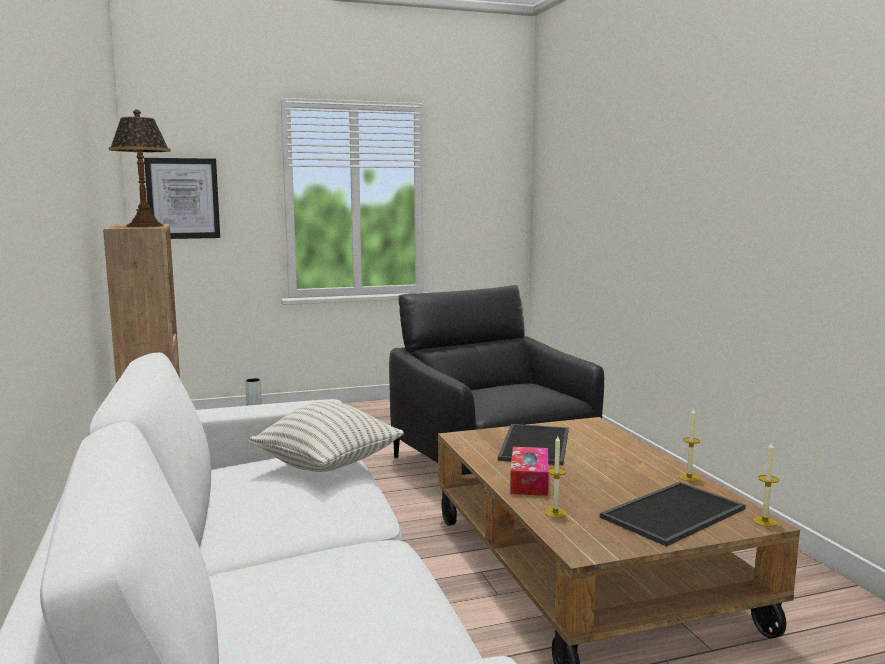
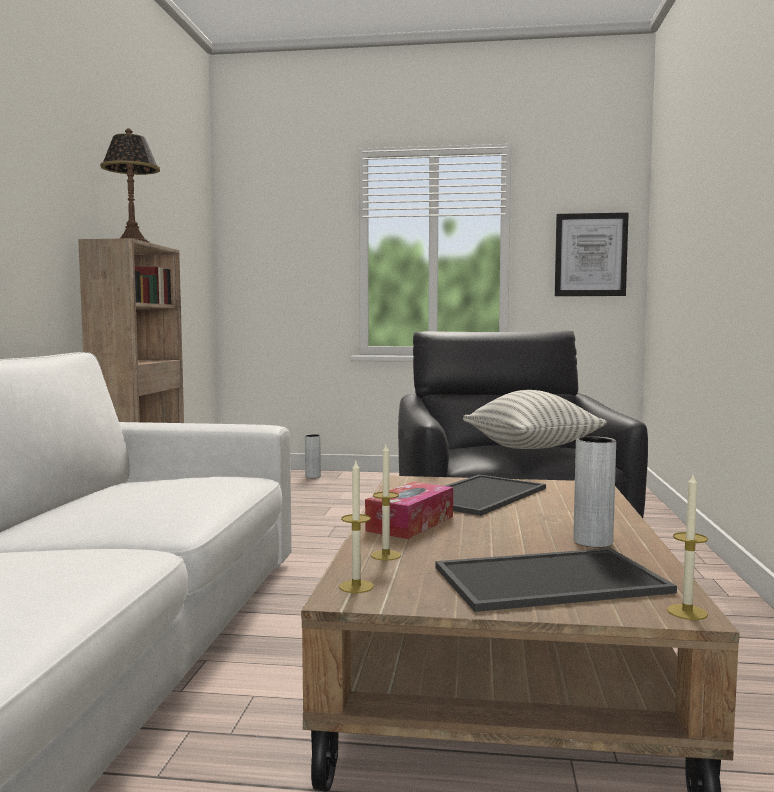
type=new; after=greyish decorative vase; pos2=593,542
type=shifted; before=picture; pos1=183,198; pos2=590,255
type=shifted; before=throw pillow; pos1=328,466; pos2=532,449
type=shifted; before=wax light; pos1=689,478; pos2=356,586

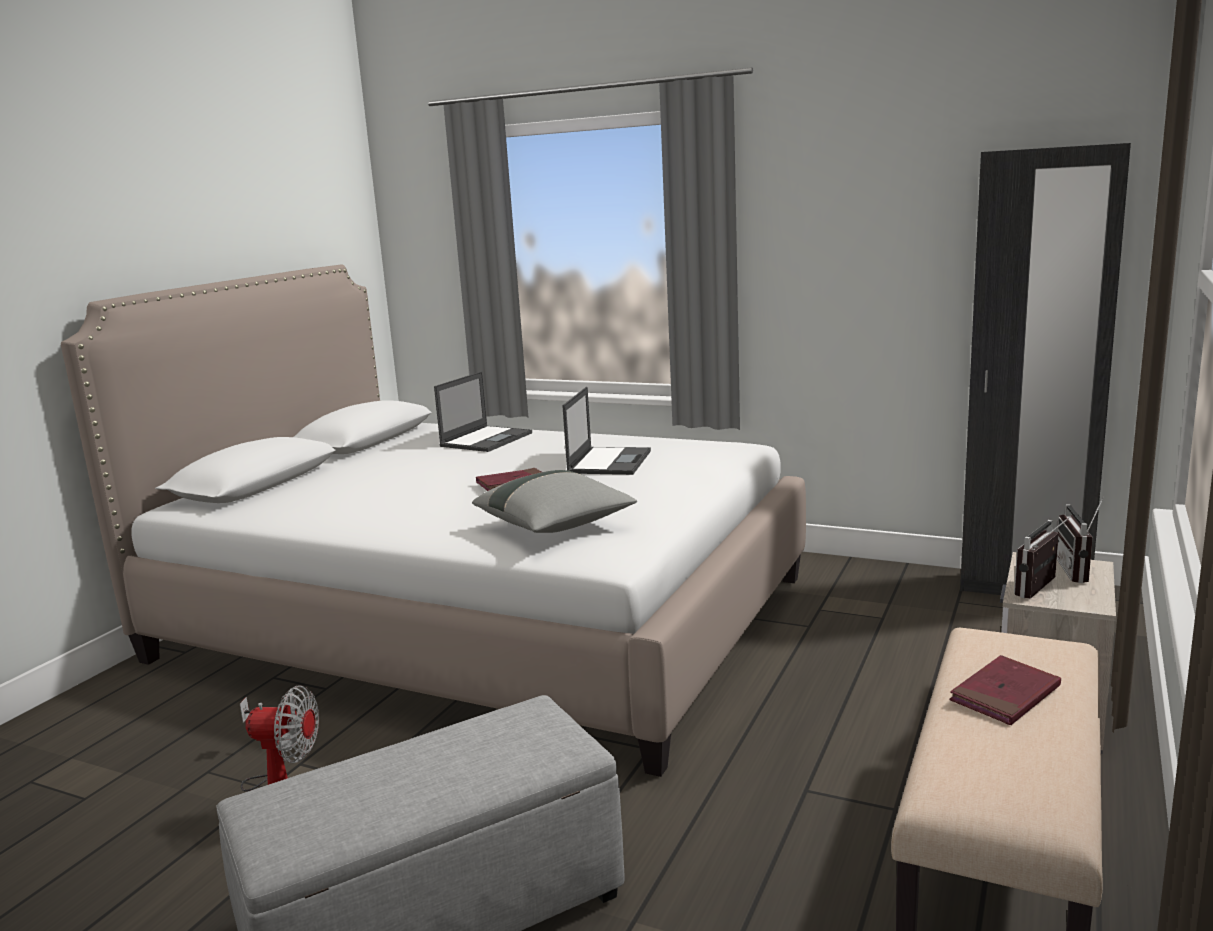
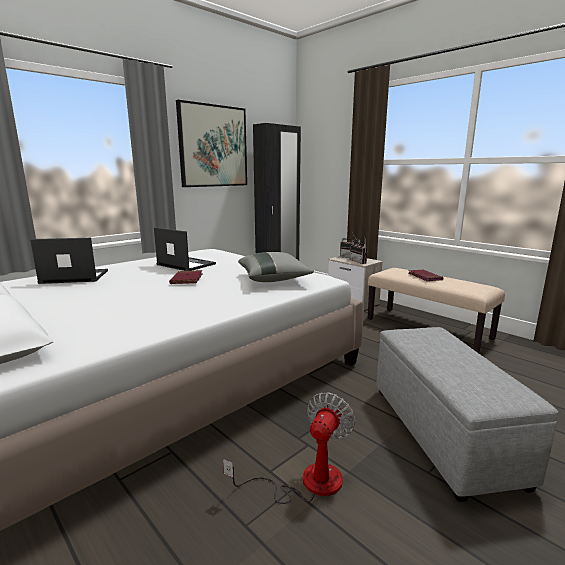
type=new; after=picture; pos2=213,146
type=rotated; before=notebook computer; pos1=487,439; pos2=74,277; turn=-60

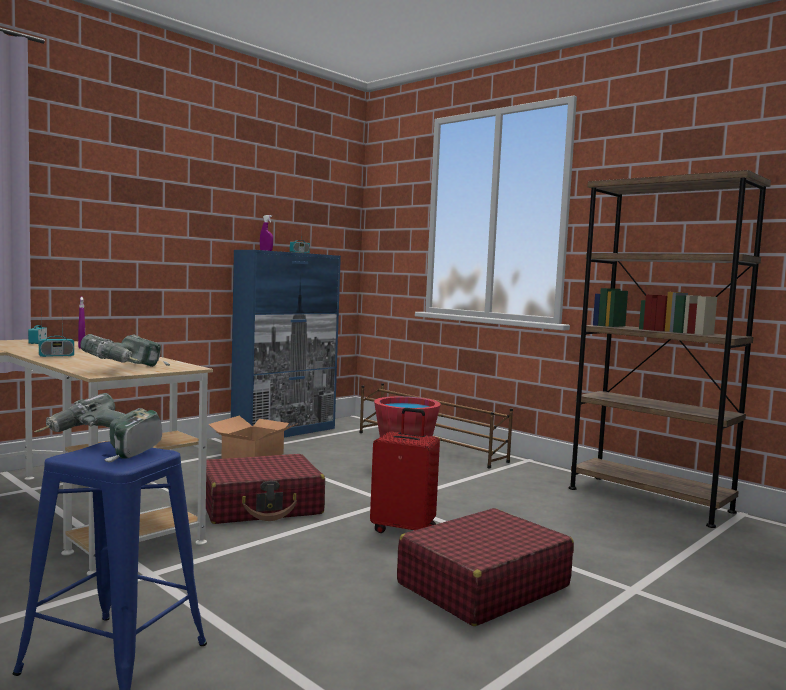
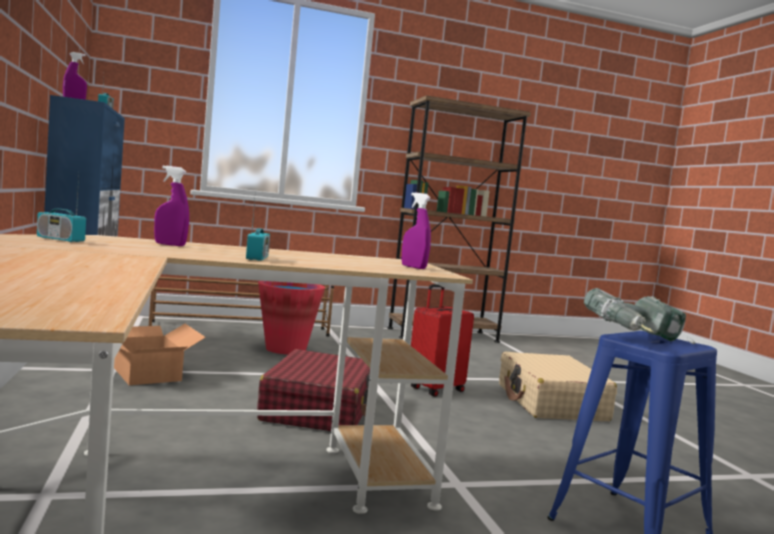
type=swapped; before=power drill; after=purple hand sprayer; pos1=129,369; pos2=413,267
type=repainted; before=red suitcase; after=beige suitcase; pos1=482,585; pos2=551,402

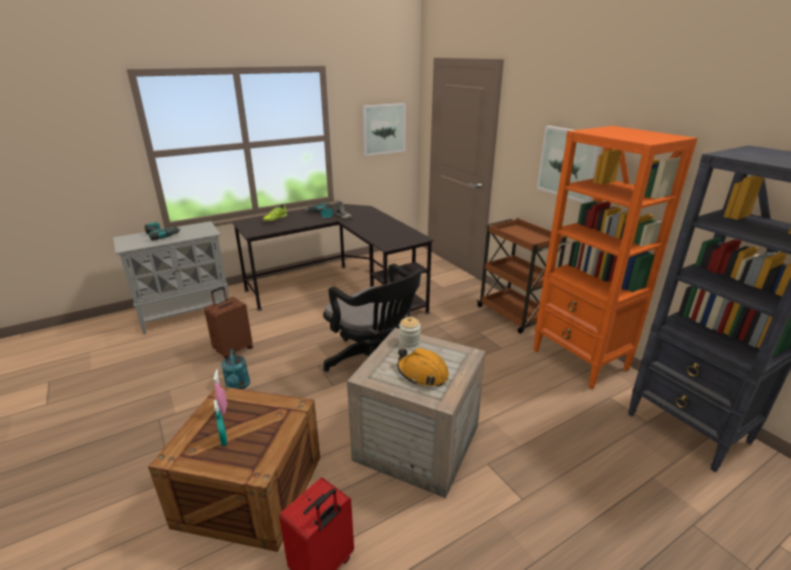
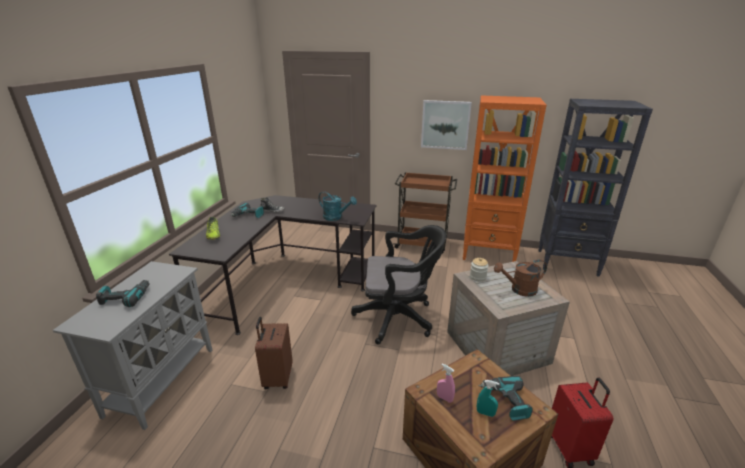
type=gone; before=picture; pos1=383,129
type=new; after=power drill; pos2=506,401
type=shifted; before=turquoise-coloured watering pot; pos1=238,386; pos2=336,217
type=swapped; before=orange-coloured work helmet; after=brown watering pot; pos1=422,373; pos2=519,290

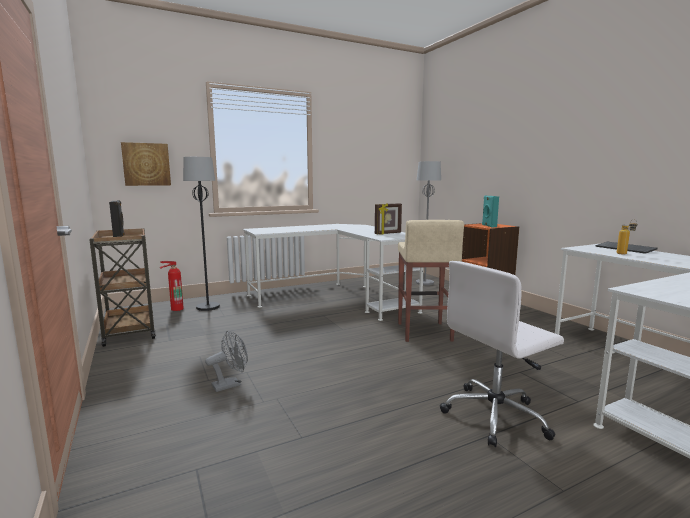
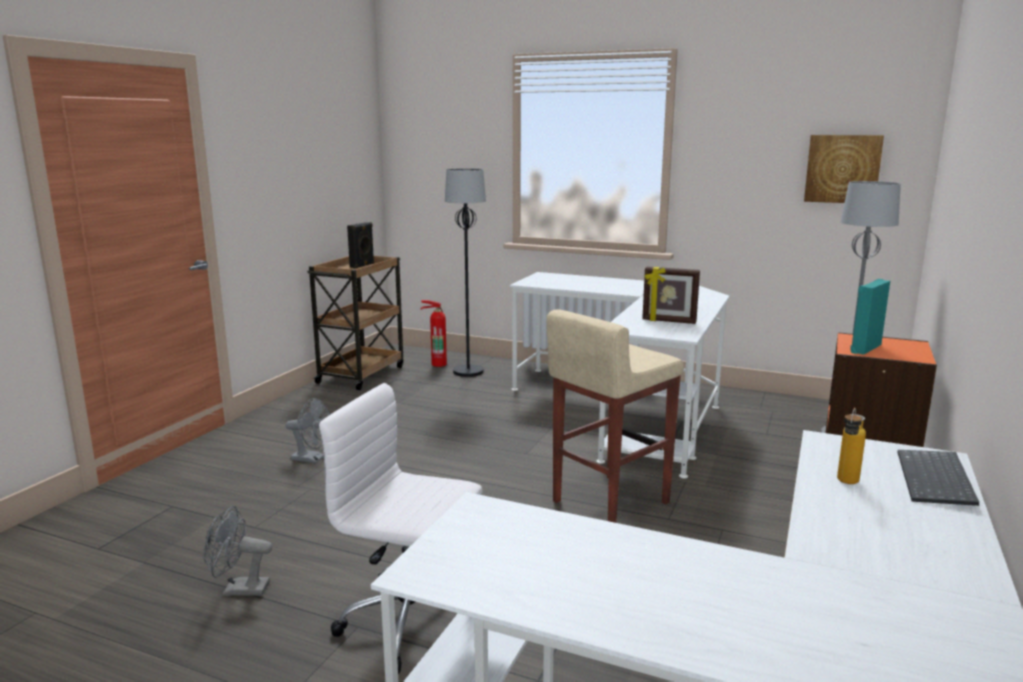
type=new; after=greyish fan; pos2=239,590
type=shifted; before=picture; pos1=146,164; pos2=842,169

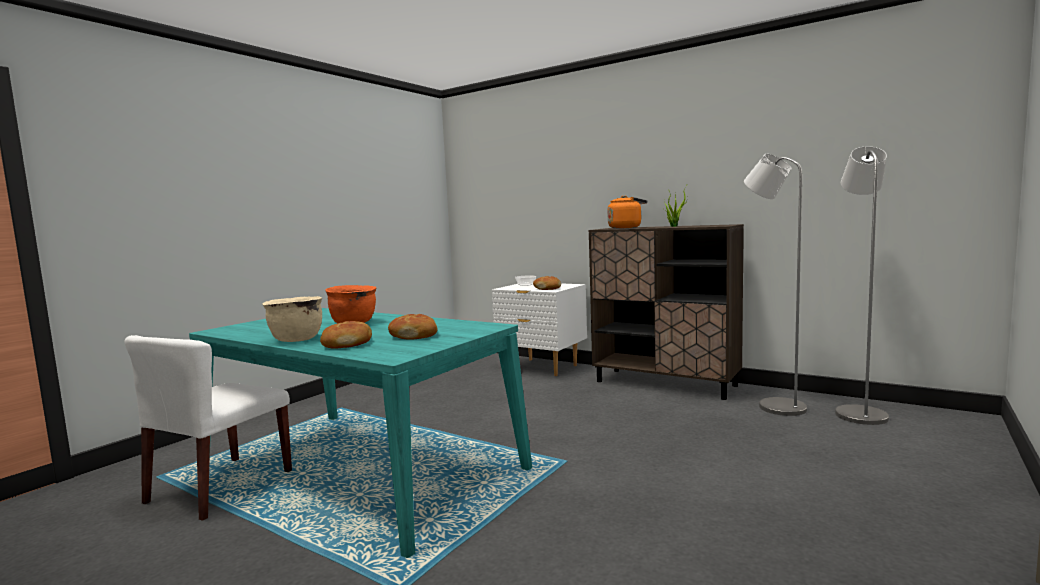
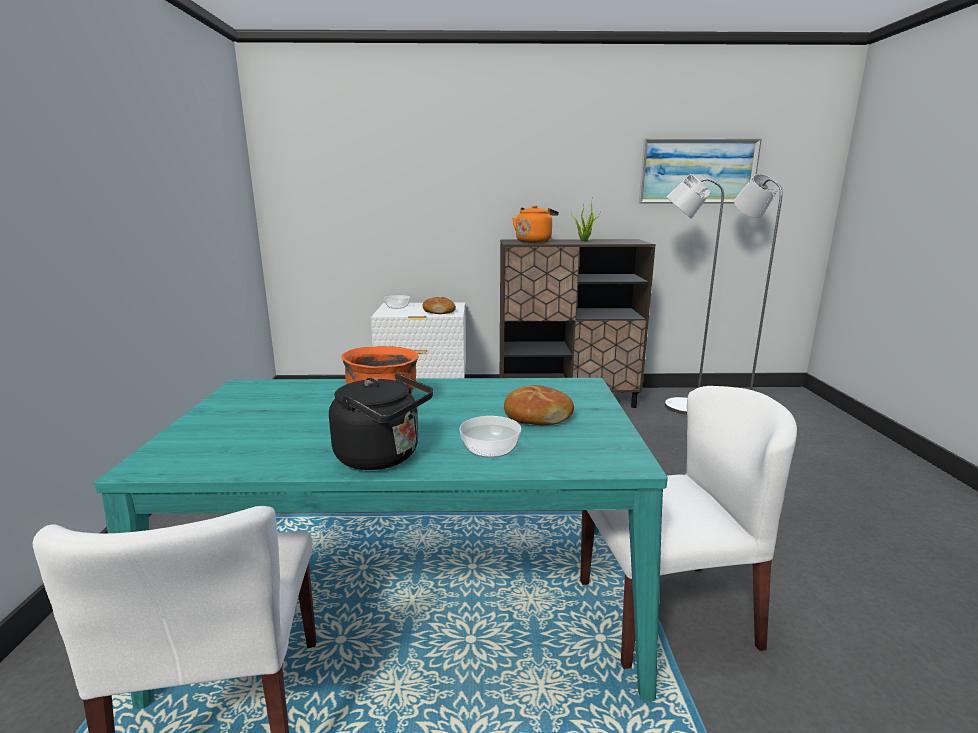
type=new; after=whitish chair; pos2=667,612
type=new; after=picture; pos2=697,171
type=swapped; before=beige saucepot; after=black-coloured tea kettle; pos1=296,340; pos2=383,457
type=swapped; before=baked bread; after=bowl; pos1=347,344; pos2=491,449

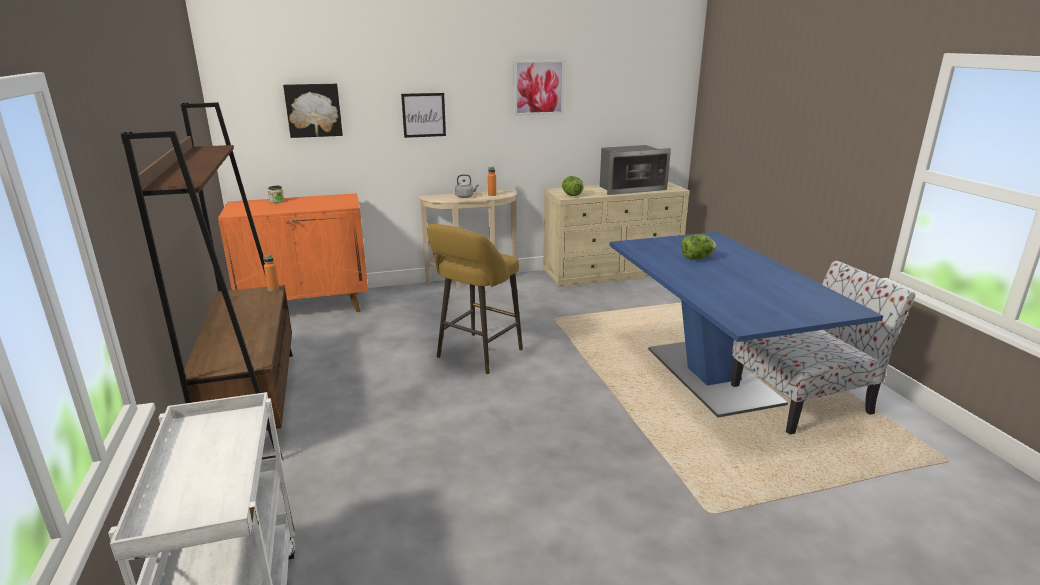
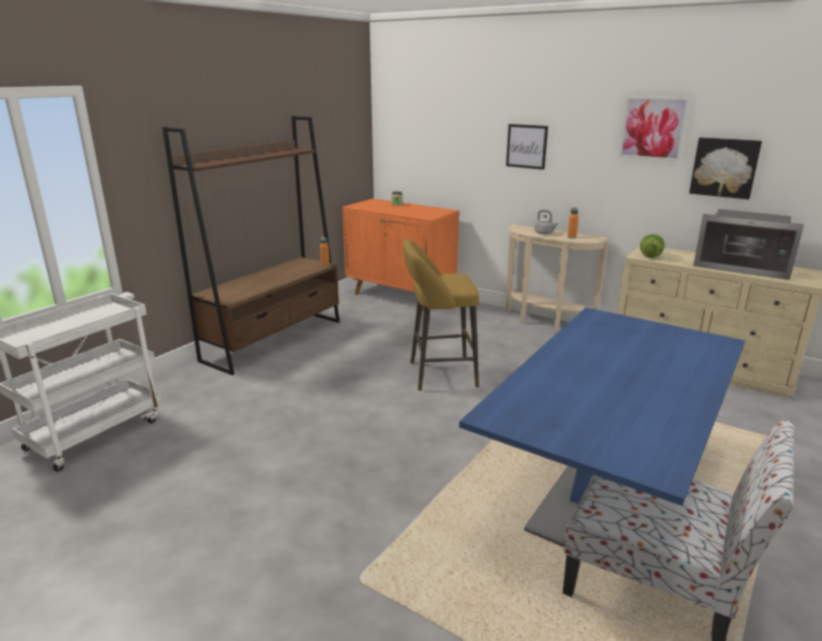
type=gone; before=lettuce head; pos1=696,258
type=shifted; before=picture; pos1=313,110; pos2=724,167

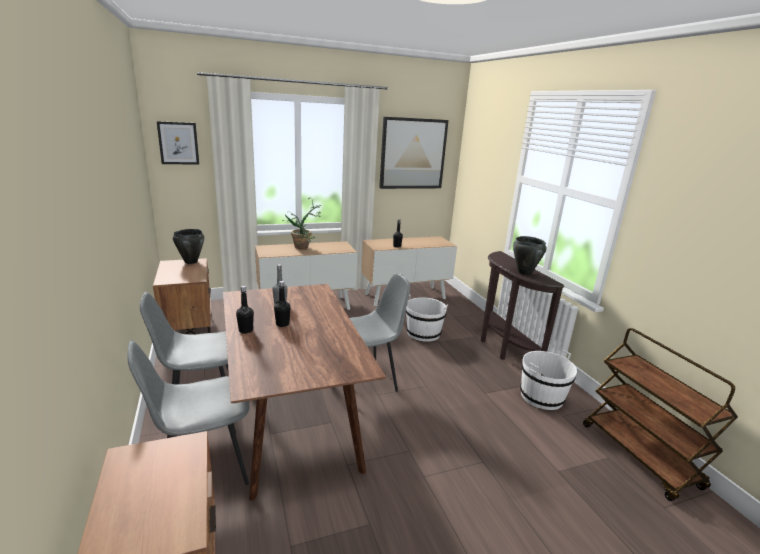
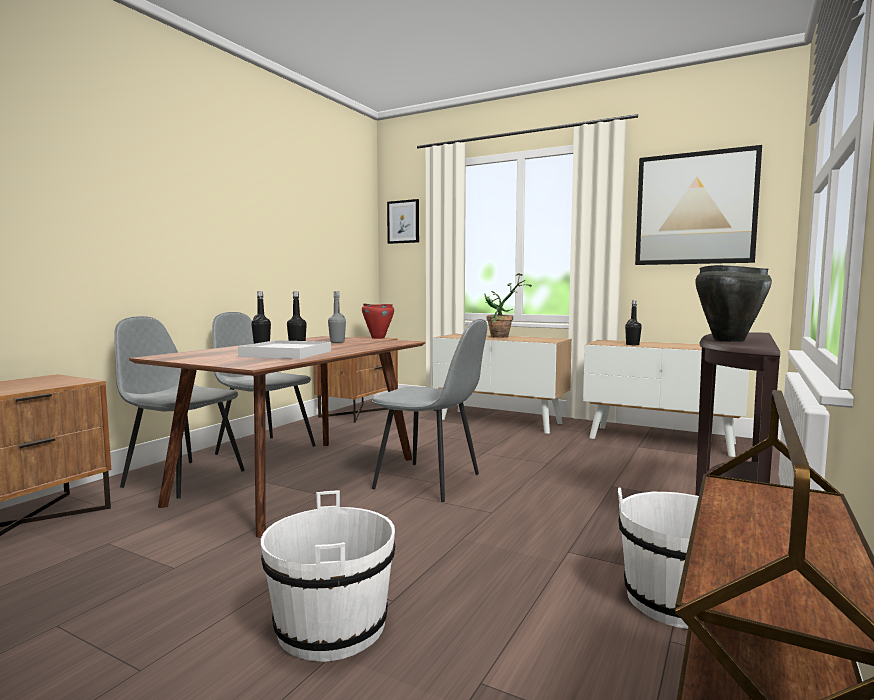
type=new; after=whitish serving tray; pos2=286,354
type=shifted; before=whitish pail; pos1=423,333; pos2=331,626
type=repainted; before=black-coloured saucepot; after=red saucepot; pos1=190,262; pos2=377,338

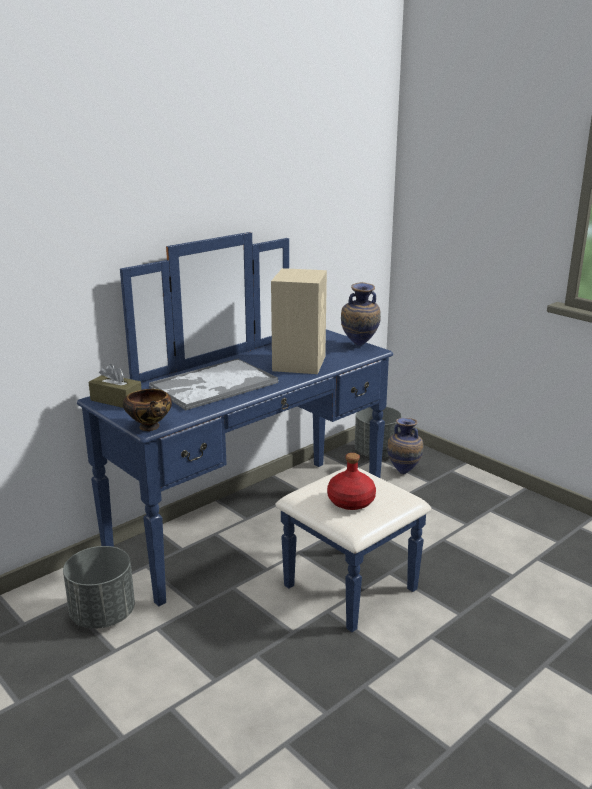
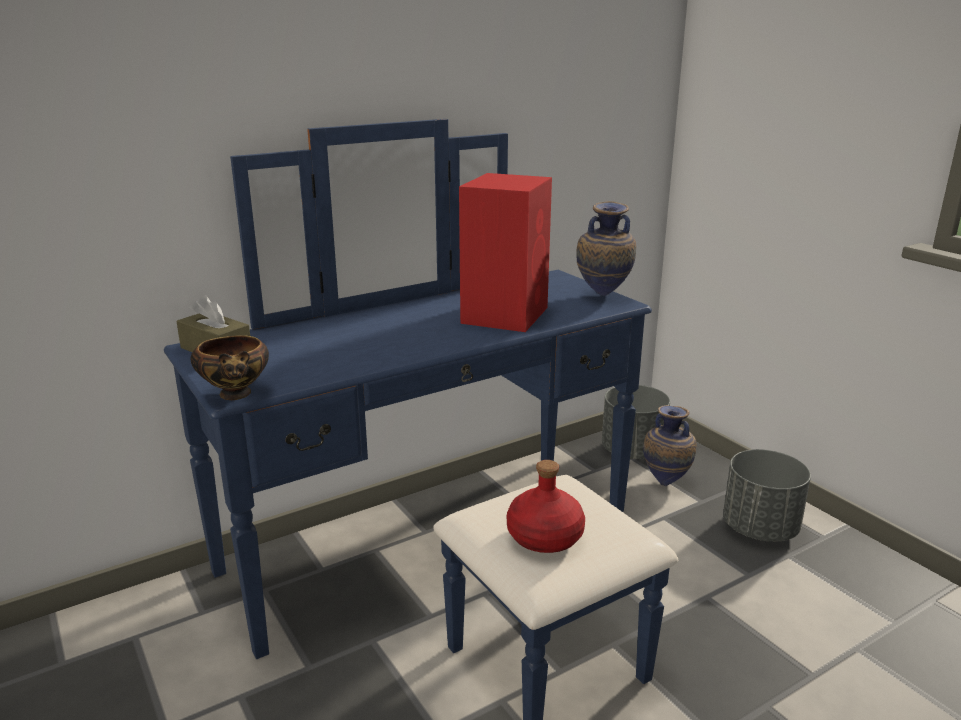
type=gone; before=serving tray; pos1=213,386
type=shifted; before=greyish planter; pos1=103,615; pos2=760,529
type=repainted; before=beige audio speaker; after=red audio speaker; pos1=299,363; pos2=505,314

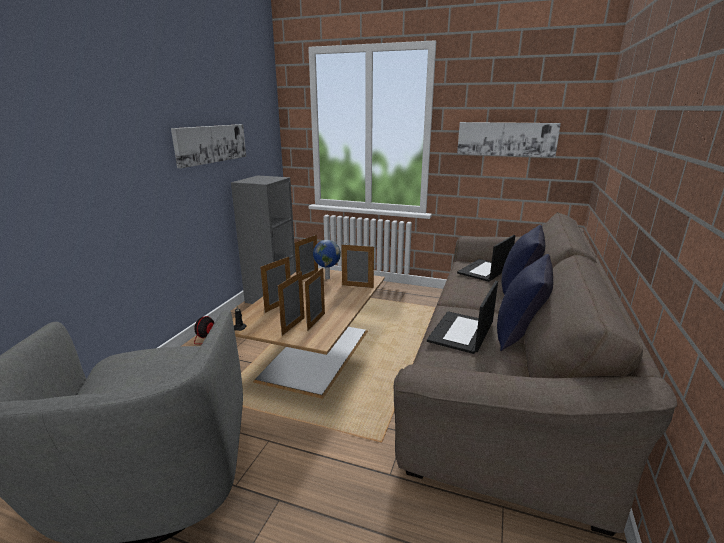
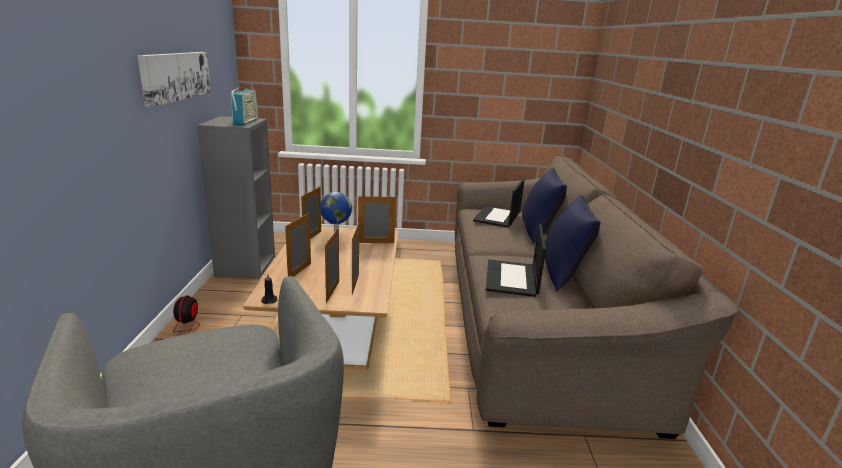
type=gone; before=picture; pos1=506,139
type=new; after=radio; pos2=246,122

